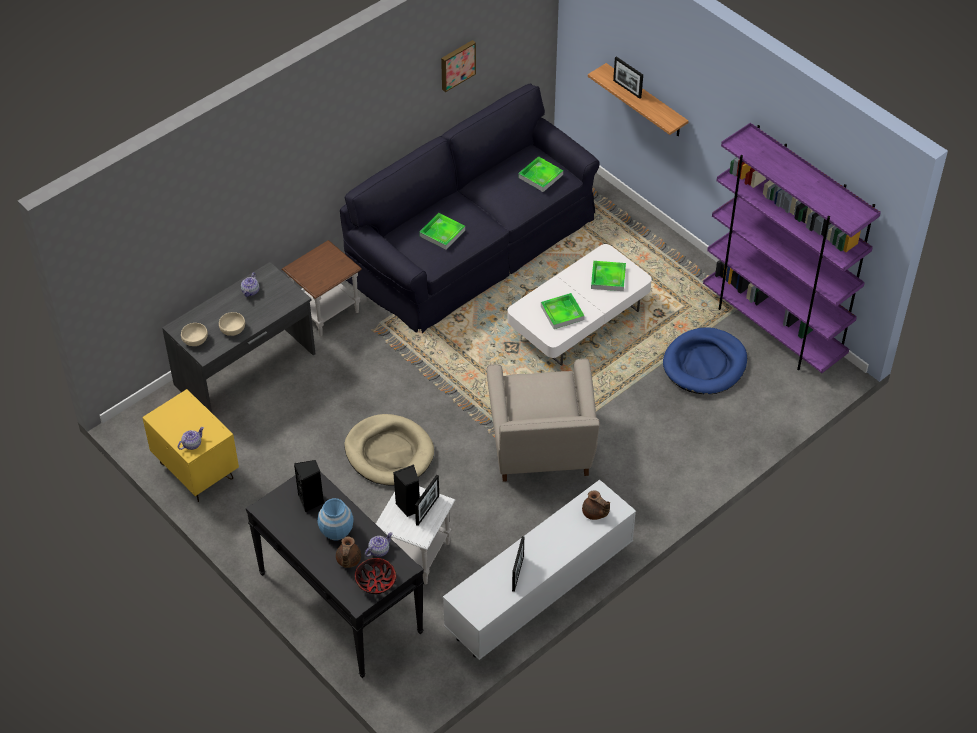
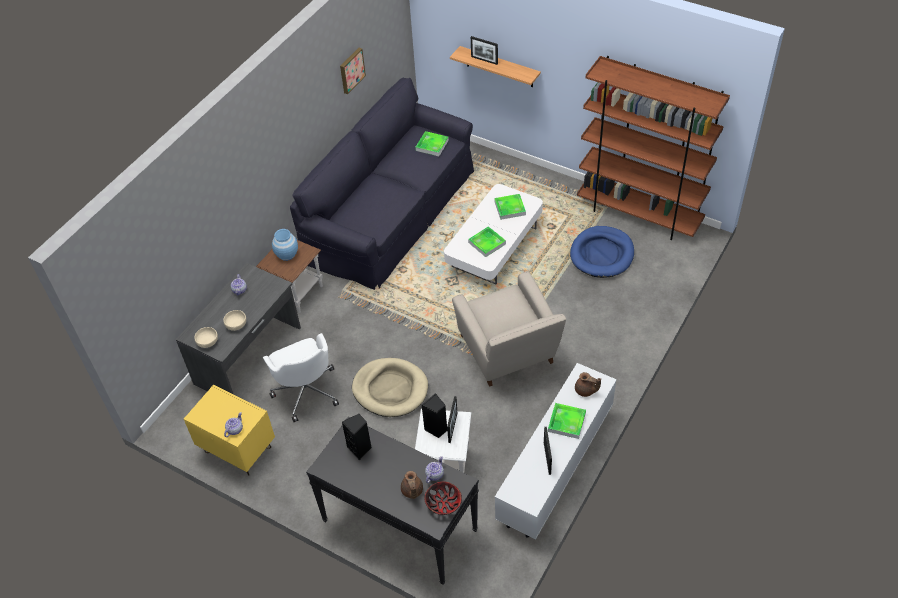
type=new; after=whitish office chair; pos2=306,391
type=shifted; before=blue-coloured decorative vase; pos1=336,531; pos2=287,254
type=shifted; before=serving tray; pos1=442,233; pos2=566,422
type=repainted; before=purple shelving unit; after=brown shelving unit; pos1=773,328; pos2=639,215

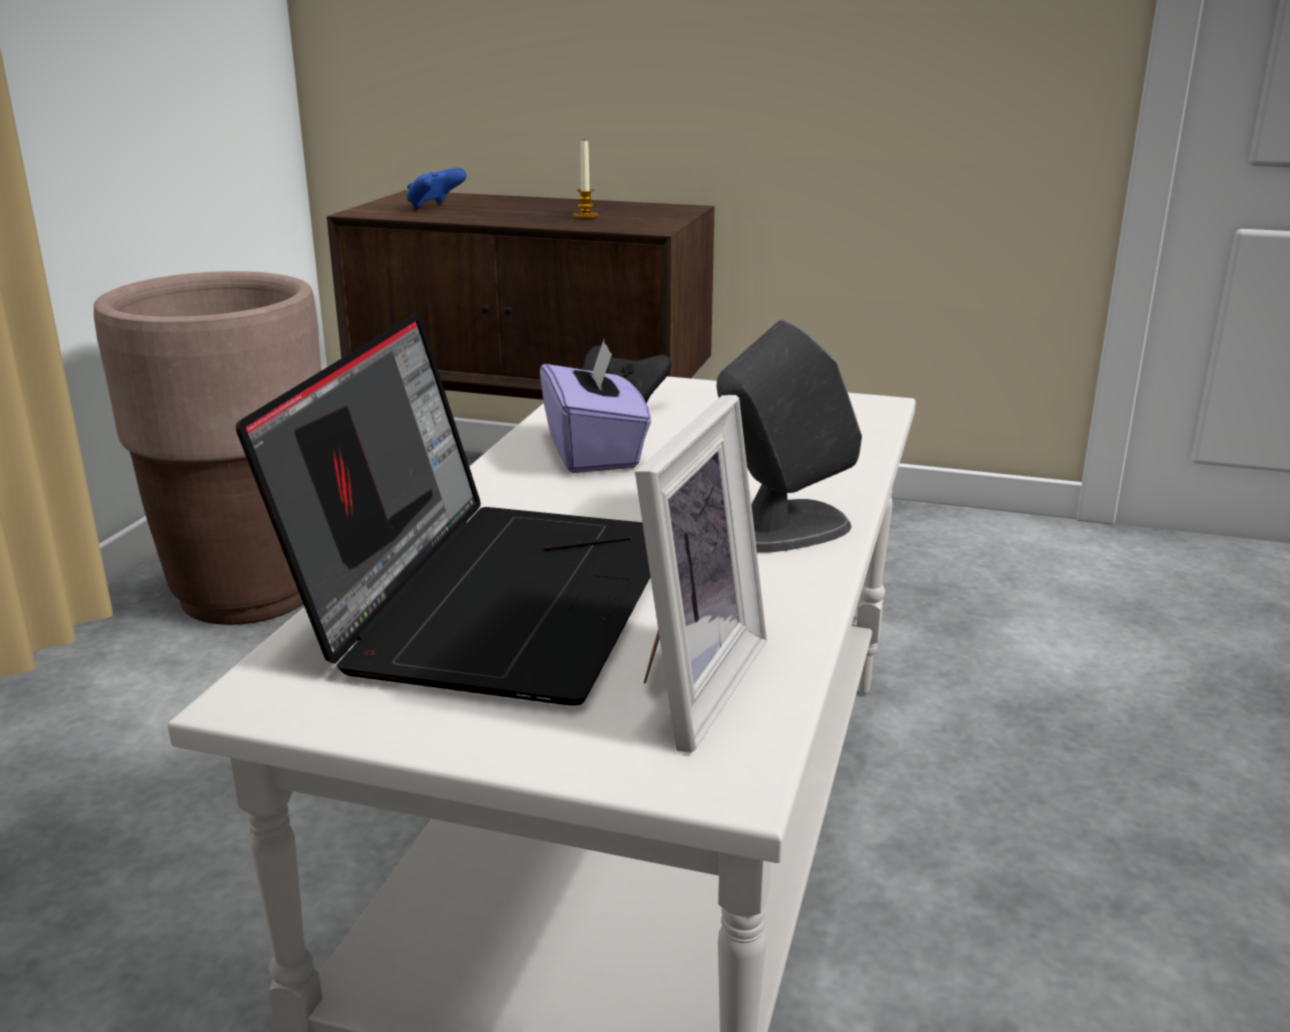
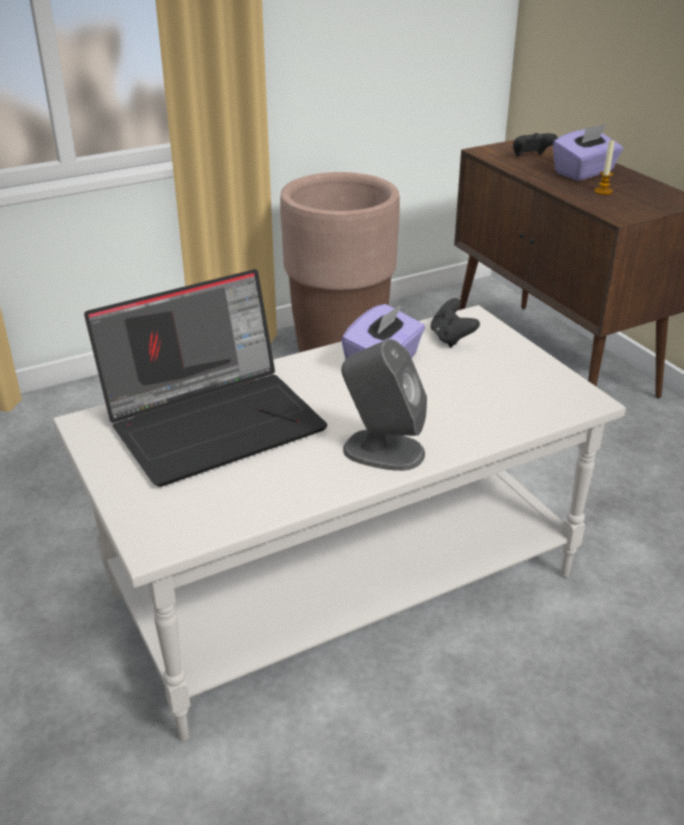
type=gone; before=standing frame; pos1=684,684
type=new; after=purple tissue box; pos2=584,173
type=repainted; before=blue-coloured gamepad; after=black-coloured gamepad; pos1=435,207; pos2=531,157

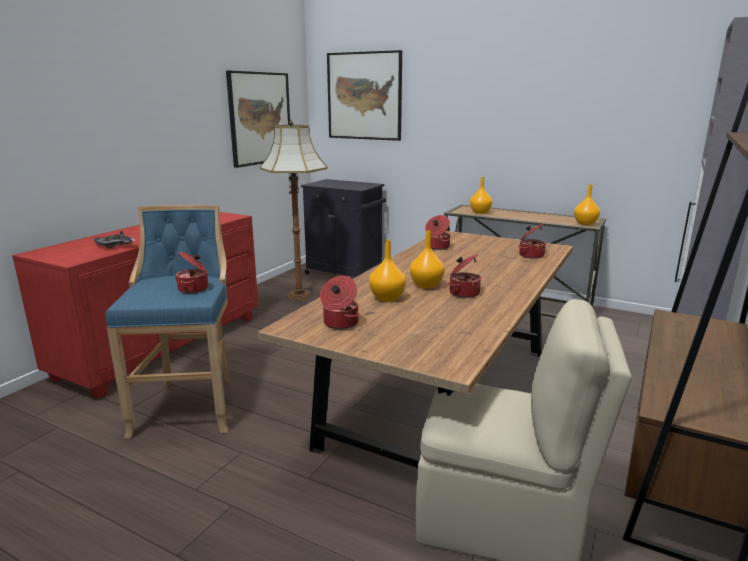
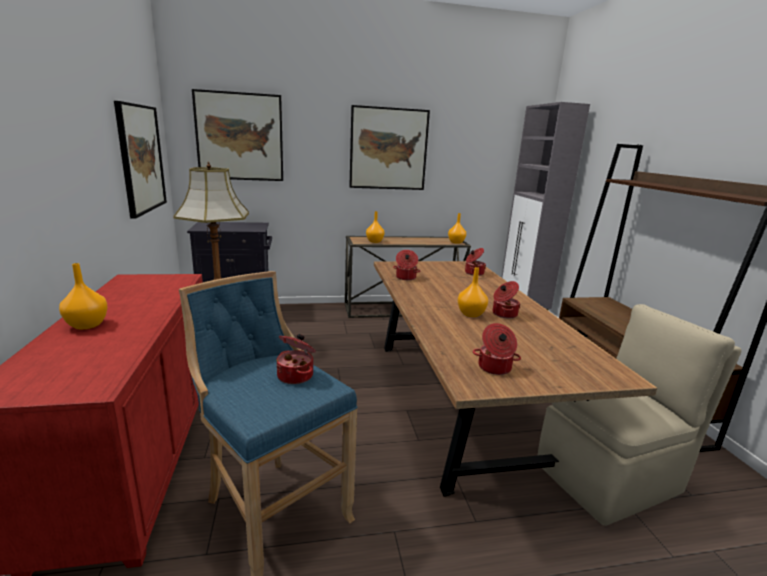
type=gone; before=greyish serving tray; pos1=115,246
type=new; after=picture; pos2=388,149
type=shifted; before=orange-coloured decorative vase; pos1=386,298; pos2=86,325

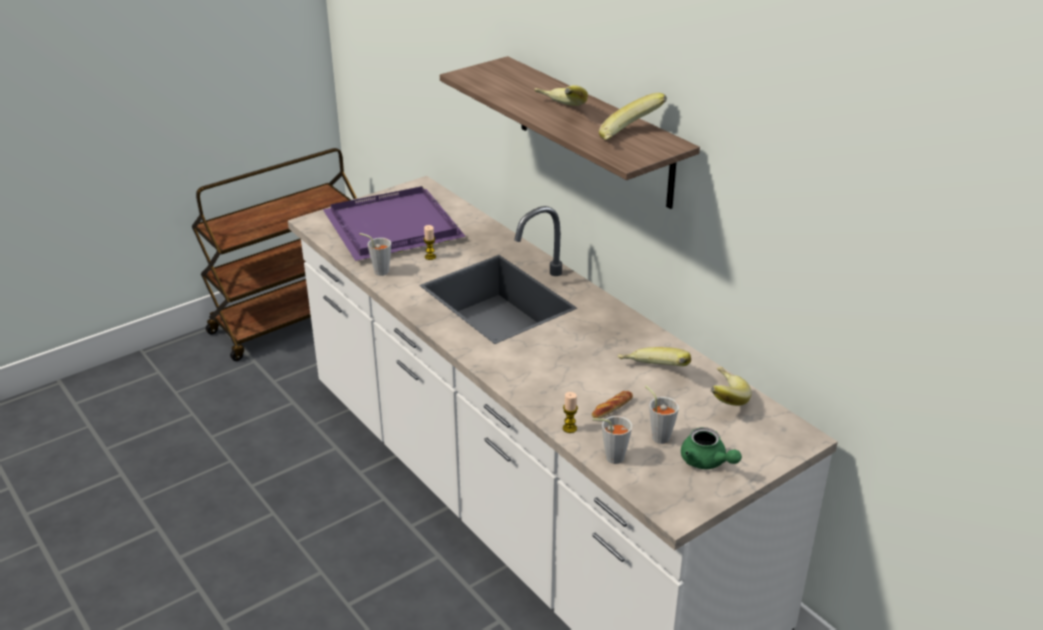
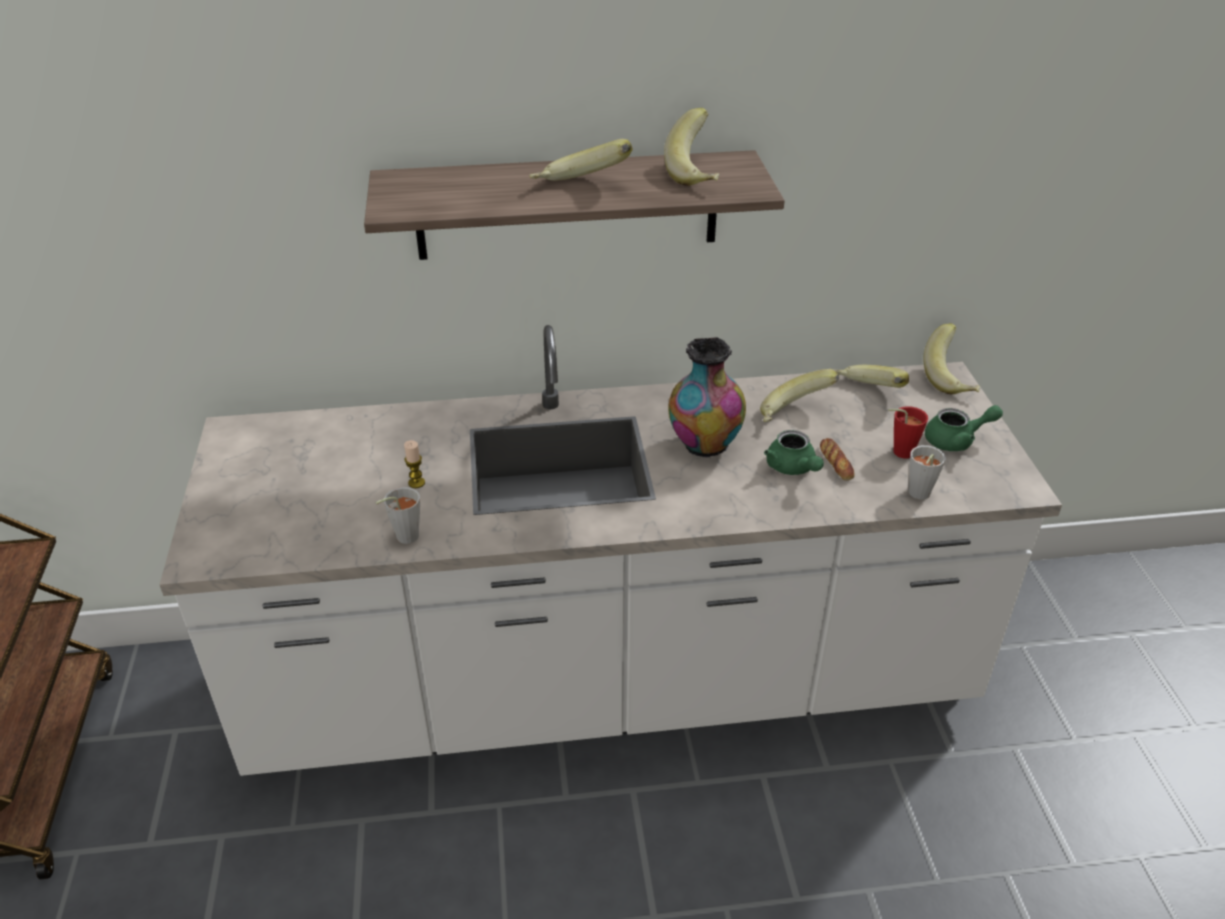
type=gone; before=purple serving tray; pos1=390,227
type=gone; before=wax light; pos1=569,428
type=new; after=decorative vase; pos2=704,445
type=new; after=green pot for tea; pos2=793,468
type=new; after=banana fruit; pos2=952,379
type=repainted; before=greyish drinking cup; after=red drinking cup; pos1=658,435; pos2=898,452

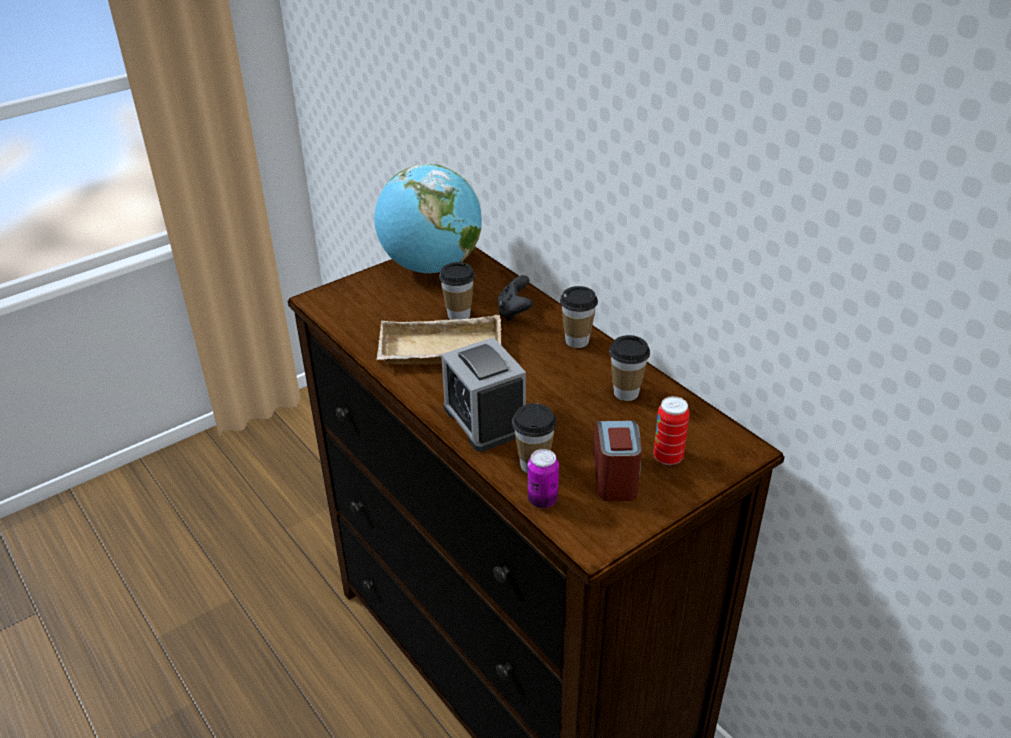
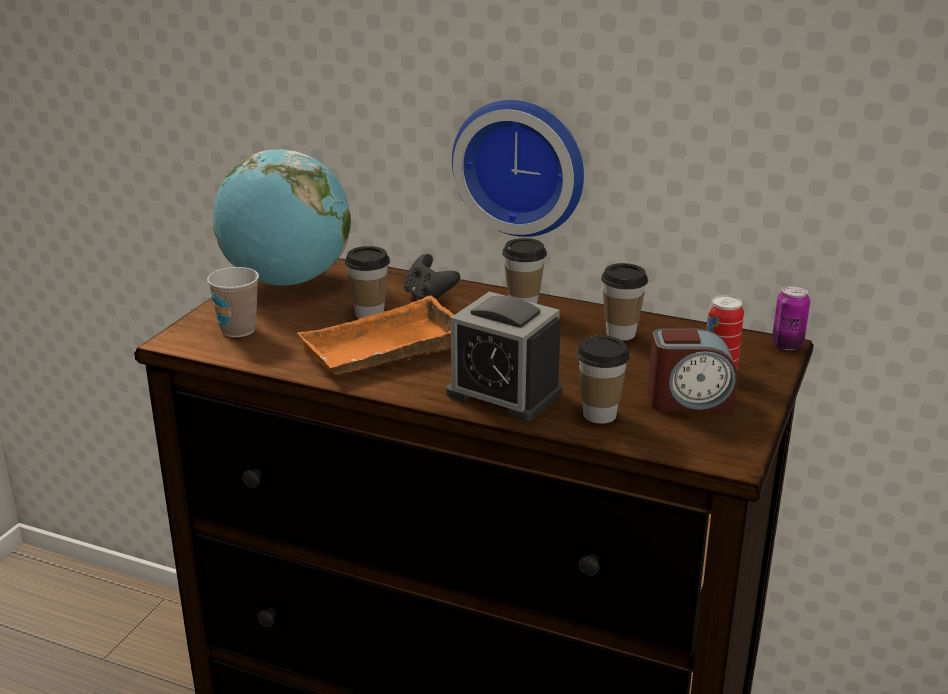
type=new; after=drinking cup; pos2=238,330
type=new; after=hanging clock; pos2=521,165
type=shifted; before=can; pos1=542,500; pos2=787,345
type=repainted; before=beige serving tray; after=orange-coloured serving tray; pos1=438,352; pos2=384,350
type=rotated; before=table clock; pos1=615,476; pos2=689,400; turn=120

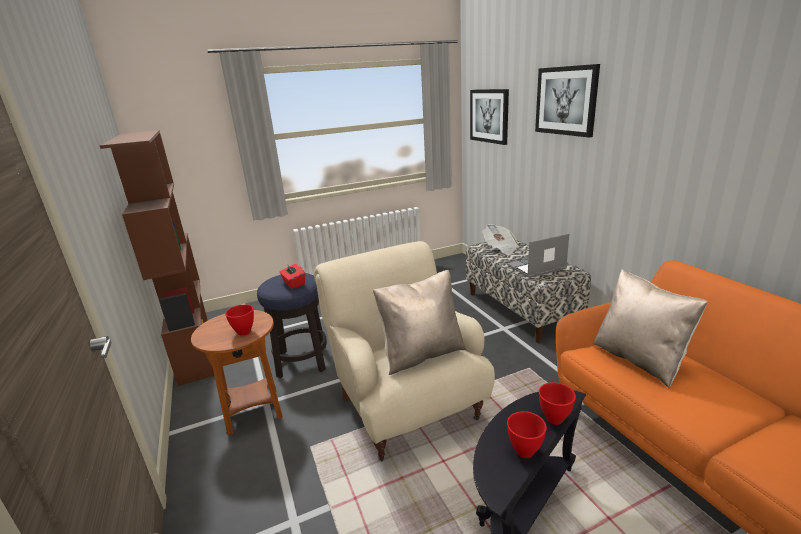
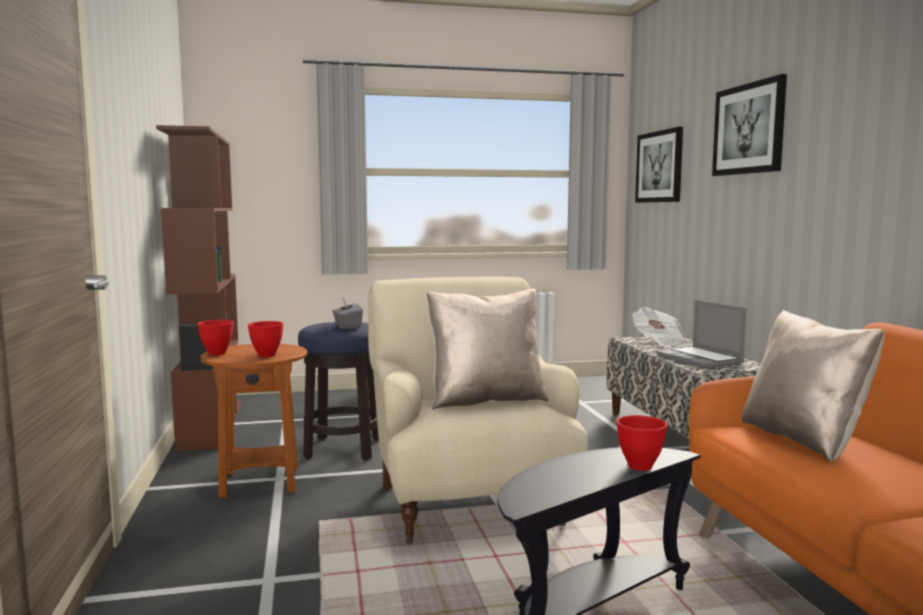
type=shifted; before=red bowl; pos1=524,452; pos2=216,354
type=repainted; before=red tissue box; after=greyish tissue box; pos1=293,283; pos2=347,327
type=rotated; before=notebook computer; pos1=536,268; pos2=700,359; turn=-105

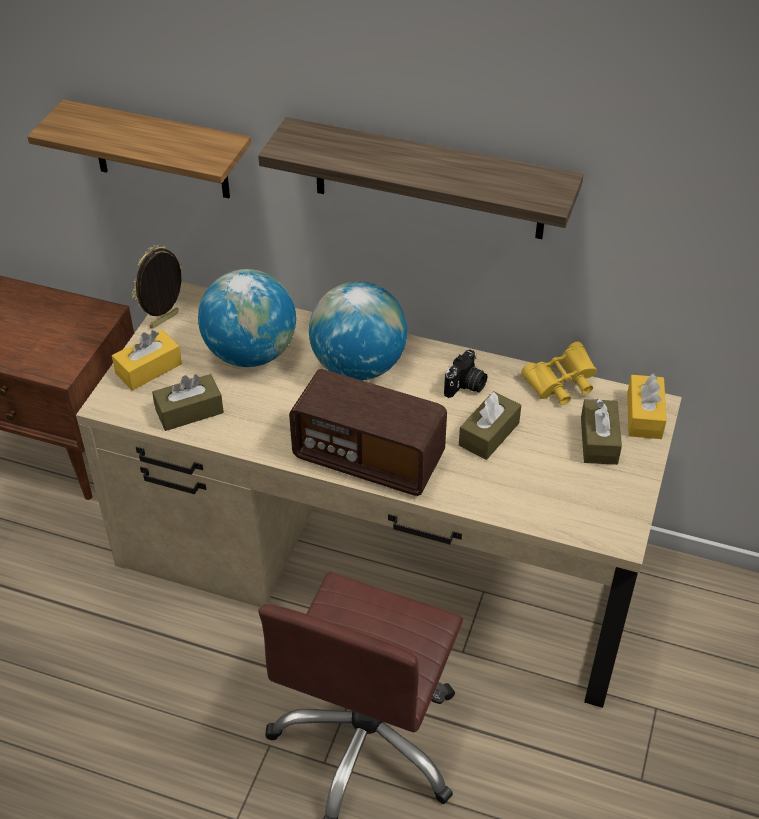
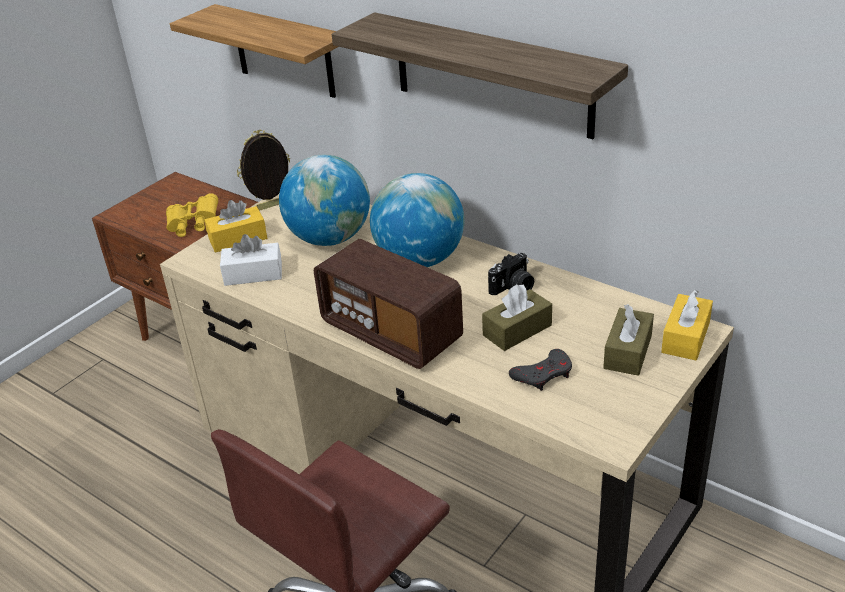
type=new; after=greyish gamepad; pos2=543,374
type=shifted; before=yellow pair of binoculars; pos1=560,385; pos2=193,225
type=repainted; before=brown tissue box; after=whitish tissue box; pos1=189,411; pos2=253,274

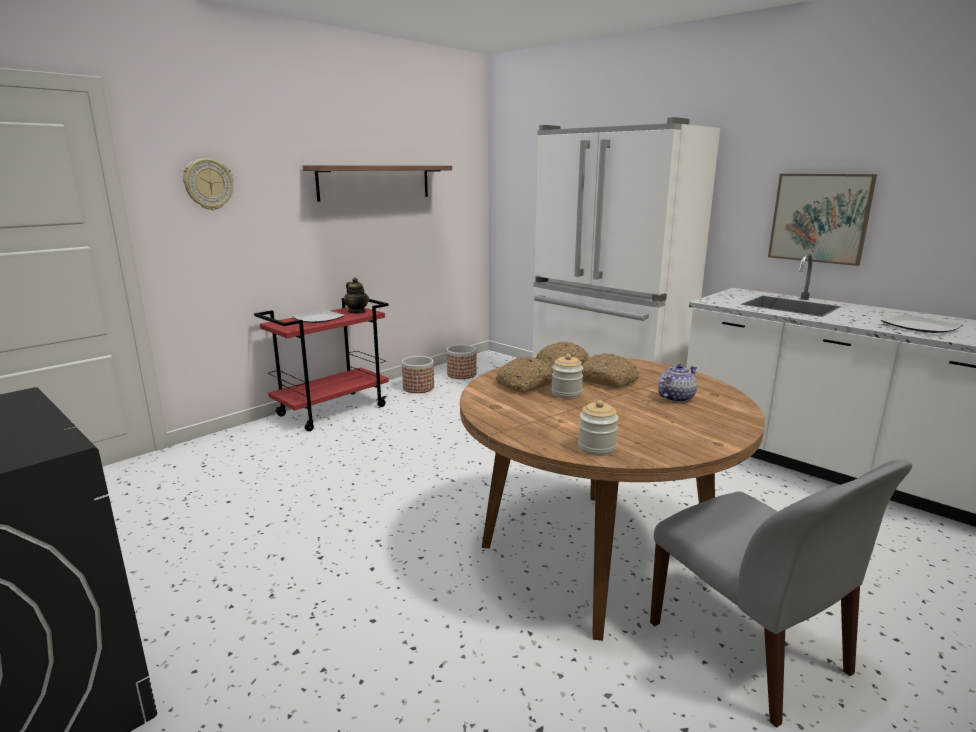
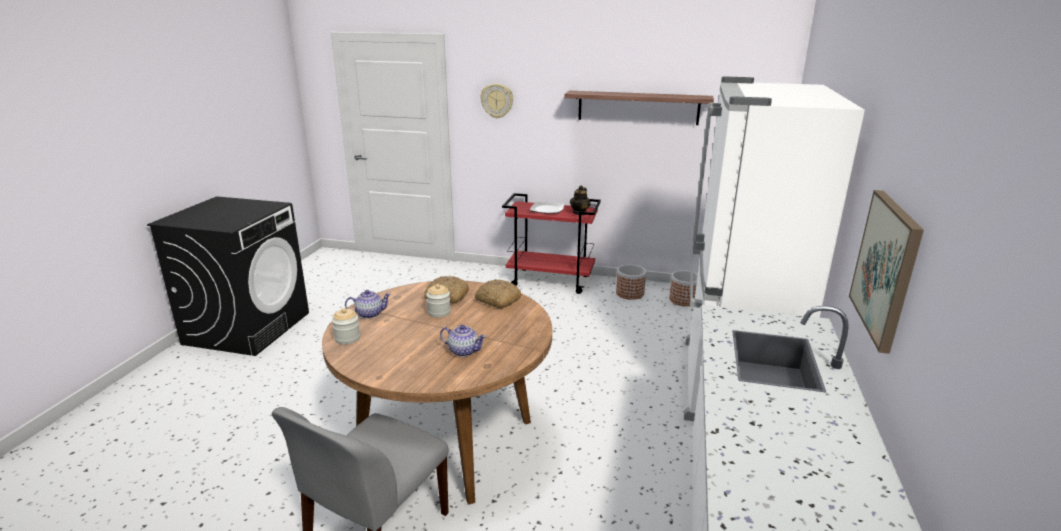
type=gone; before=baked bread; pos1=609,380
type=gone; before=plate; pos1=919,326
type=new; after=pot for tea; pos2=369,314

